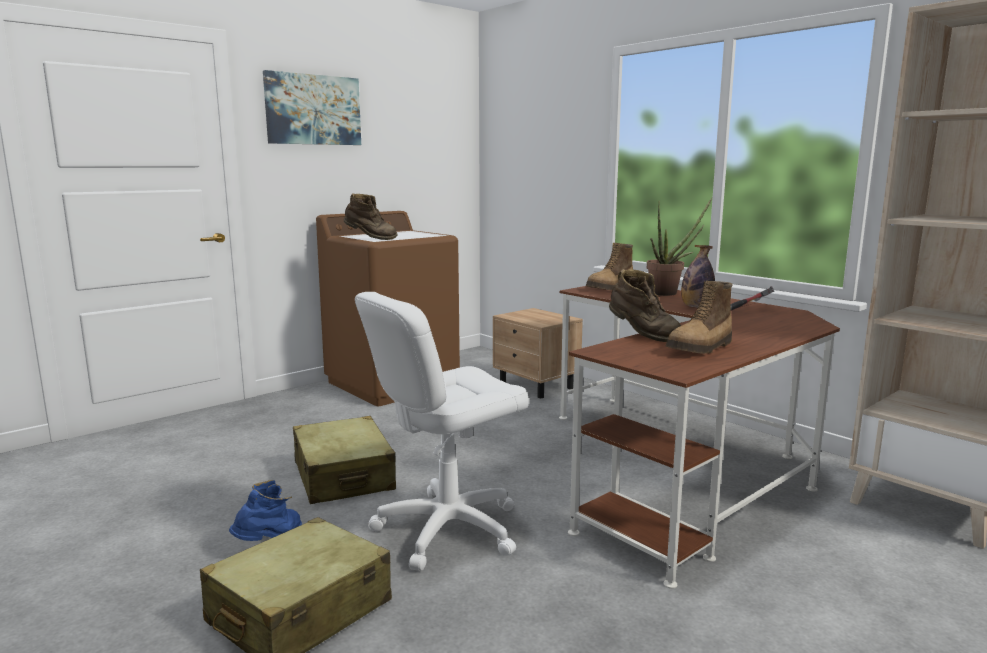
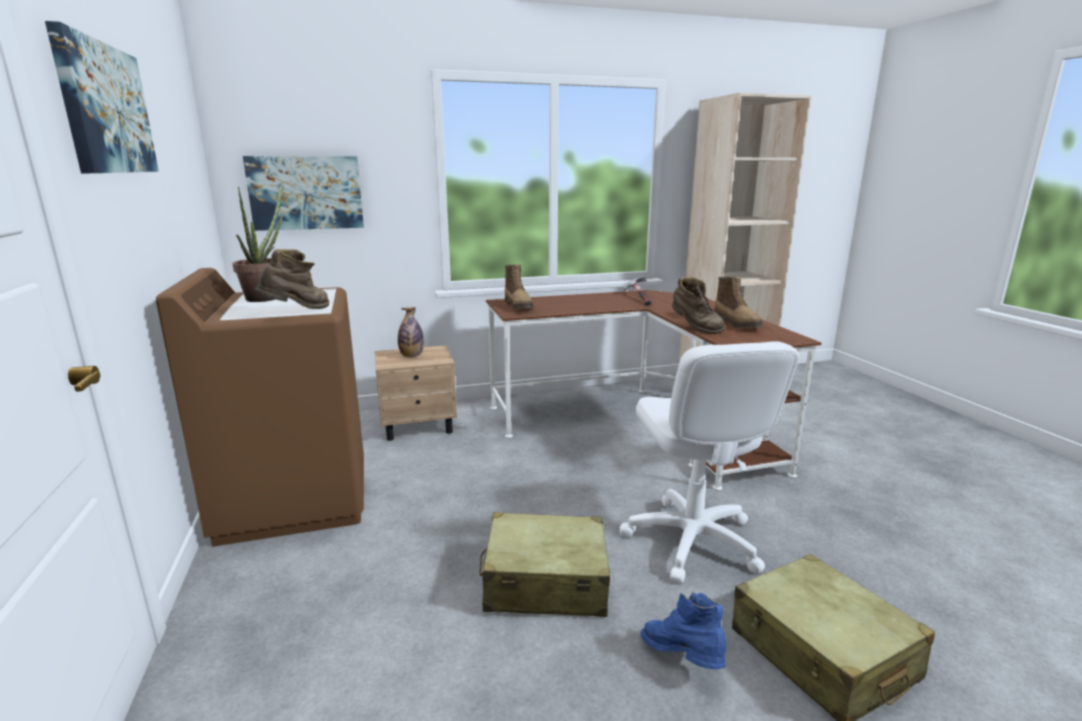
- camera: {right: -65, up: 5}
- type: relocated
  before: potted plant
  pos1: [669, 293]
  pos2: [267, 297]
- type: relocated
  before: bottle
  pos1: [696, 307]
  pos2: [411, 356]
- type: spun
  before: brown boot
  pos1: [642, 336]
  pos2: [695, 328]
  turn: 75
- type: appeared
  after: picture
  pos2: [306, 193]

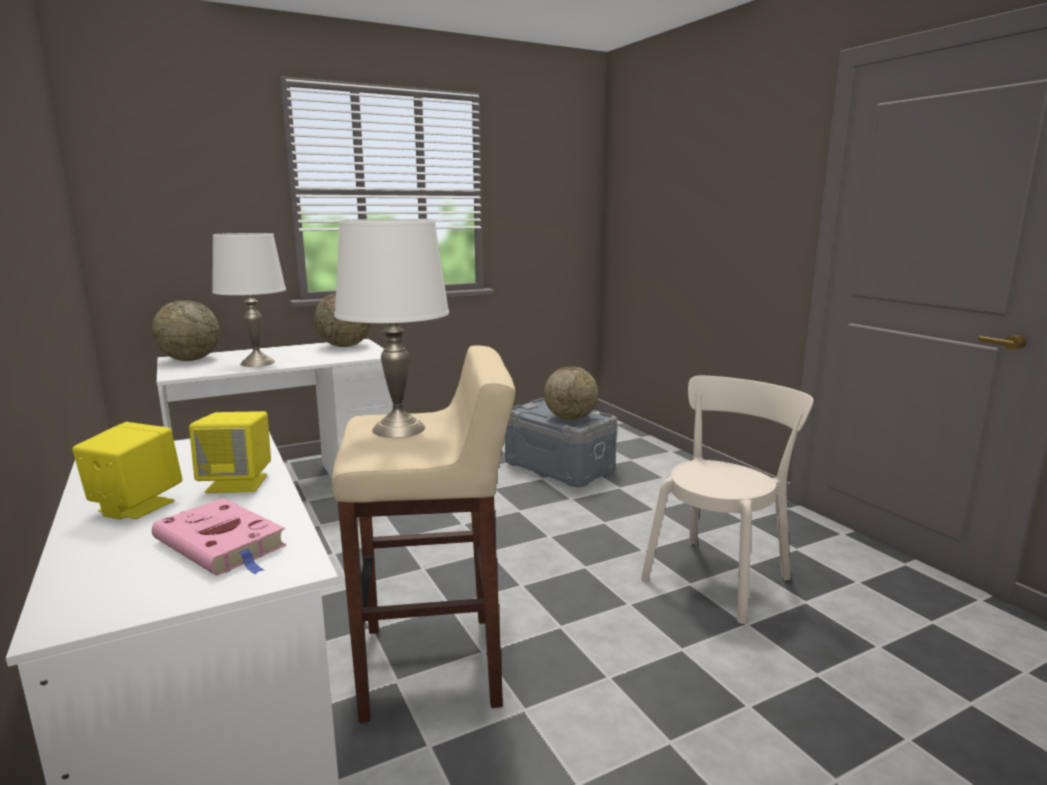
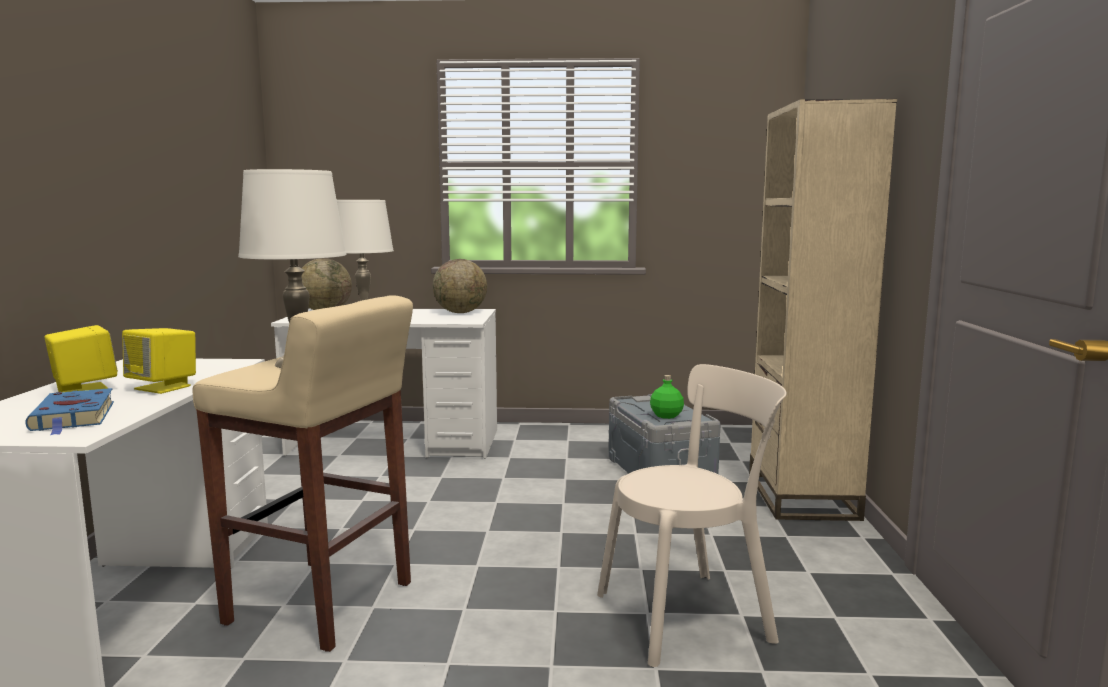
- camera: {right: 30, up: -5}
- type: exchanged
  before: globe
  after: green bottle
  pos1: [570, 418]
  pos2: [666, 416]
- type: colour
  before: pink book
  after: blue book
  pos1: [223, 544]
  pos2: [74, 417]
- type: appeared
  after: beige bookcase
  pos2: [801, 496]

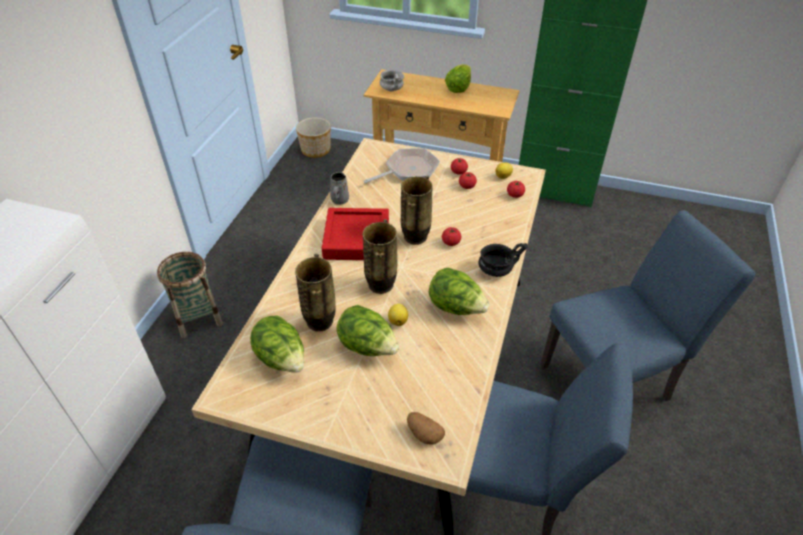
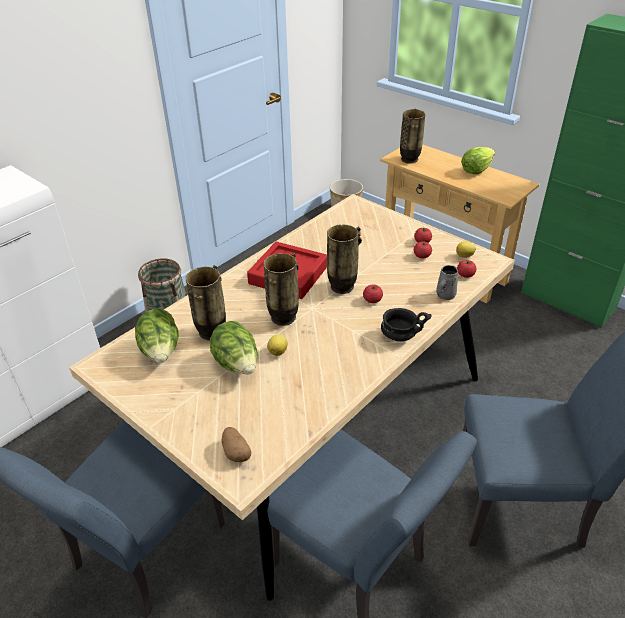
- camera: {right: 25, up: -5}
- type: exchanged
  before: grey bowl
  after: vase
  pos1: [392, 89]
  pos2: [409, 159]
- type: missing
  before: frying pan
  pos1: [408, 170]
- type: relocated
  before: grey mug
  pos1: [339, 200]
  pos2: [445, 295]
- type: missing
  before: lettuce
  pos1: [456, 307]

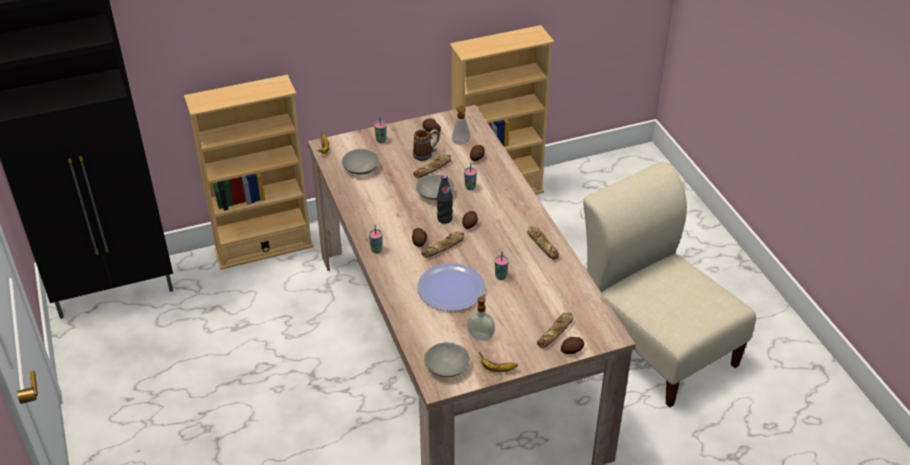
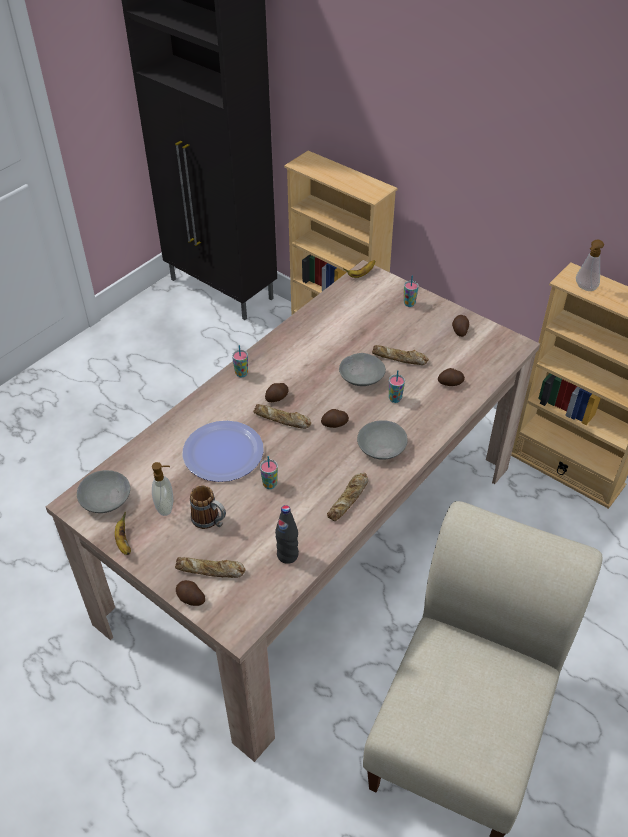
- camera: {right: 60, up: 5}
- type: relocated
  before: soap dispenser
  pos1: [461, 143]
  pos2: [584, 288]
- type: relocated
  before: mug
  pos1: [426, 154]
  pos2: [210, 521]
- type: relocated
  before: grey bowl
  pos1: [361, 168]
  pos2: [381, 448]
- type: relocated
  before: black bottle
  pos1: [444, 219]
  pos2: [287, 555]

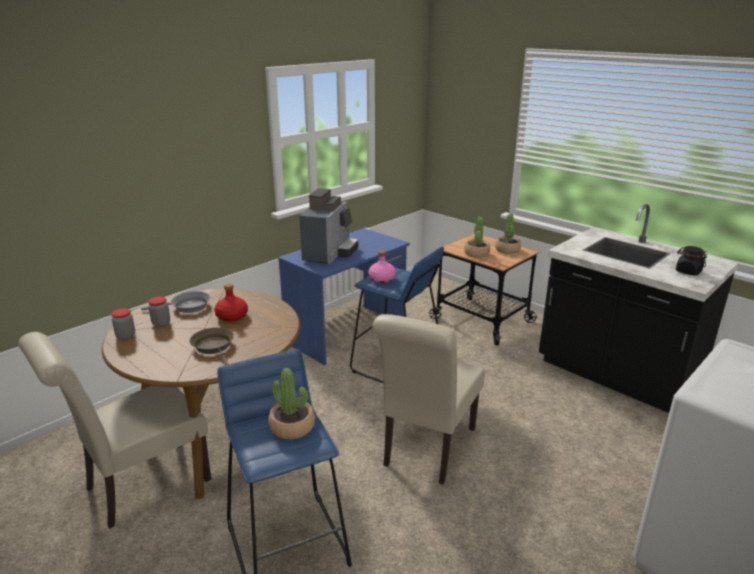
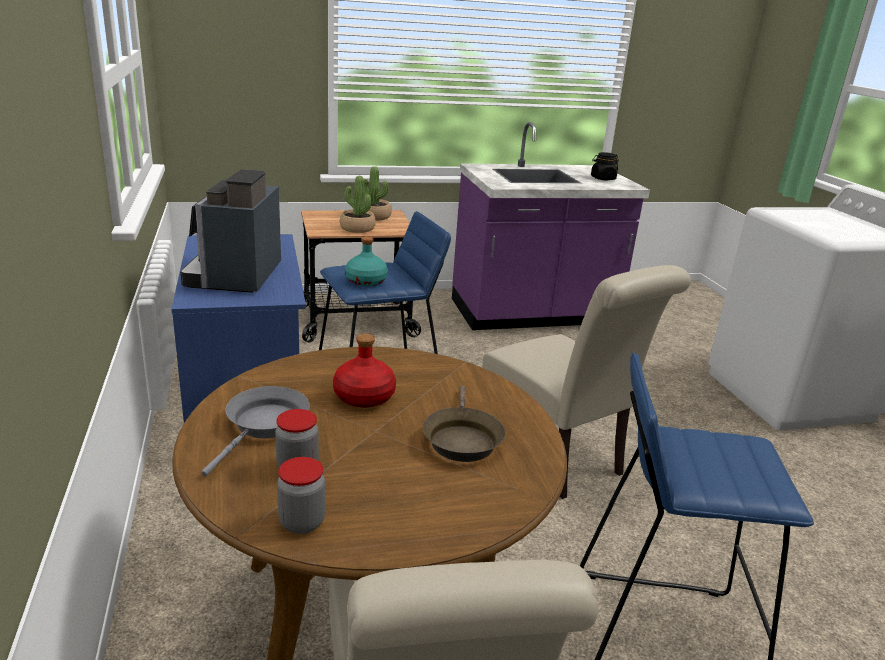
- camera: {right: -60, up: 0}
- type: spun
  before: coffee machine
  pos1: [330, 254]
  pos2: [236, 277]
  turn: -135
- type: colour
  before: black counter
  after: purple counter
  pos1: [616, 375]
  pos2: [533, 314]
- type: colour
  before: pink bottle
  after: turquoise bottle
  pos1: [381, 279]
  pos2: [366, 281]
- type: spun
  before: brown frying pan
  pos1: [214, 347]
  pos2: [461, 439]
  turn: -90
- type: missing
  before: potted plant
  pos1: [292, 427]

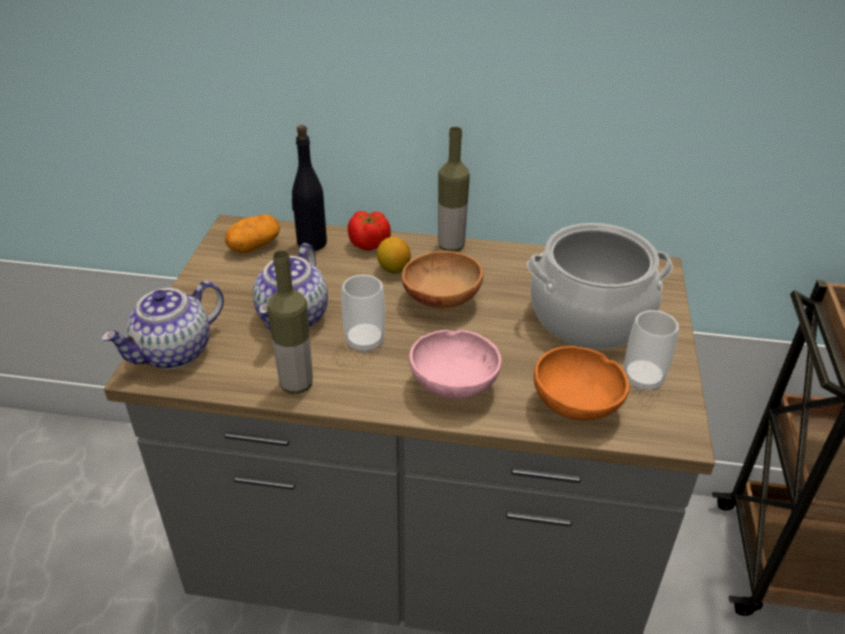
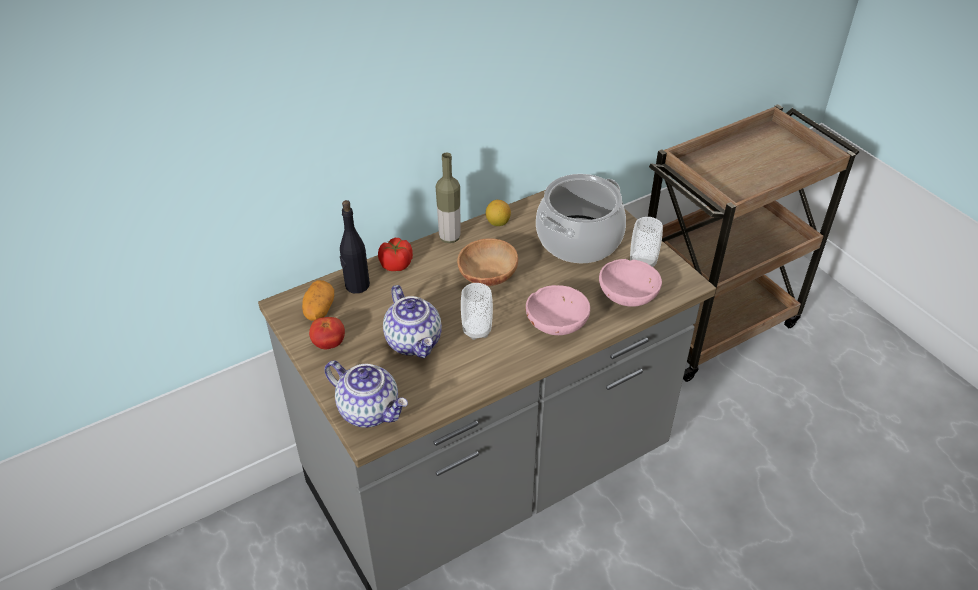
- camera: {right: -40, up: 5}
- type: relocated
  before: lemon
  pos1: [394, 269]
  pos2: [498, 223]
- type: missing
  before: bottle
  pos1: [296, 384]
- type: spun
  before: teapot
  pos1: [174, 353]
  pos2: [370, 410]
  turn: -60
- type: colour
  before: orange bowl
  after: pink bowl
  pos1: [578, 405]
  pos2: [628, 297]
- type: appeared
  after: tomato
  pos2: [329, 344]

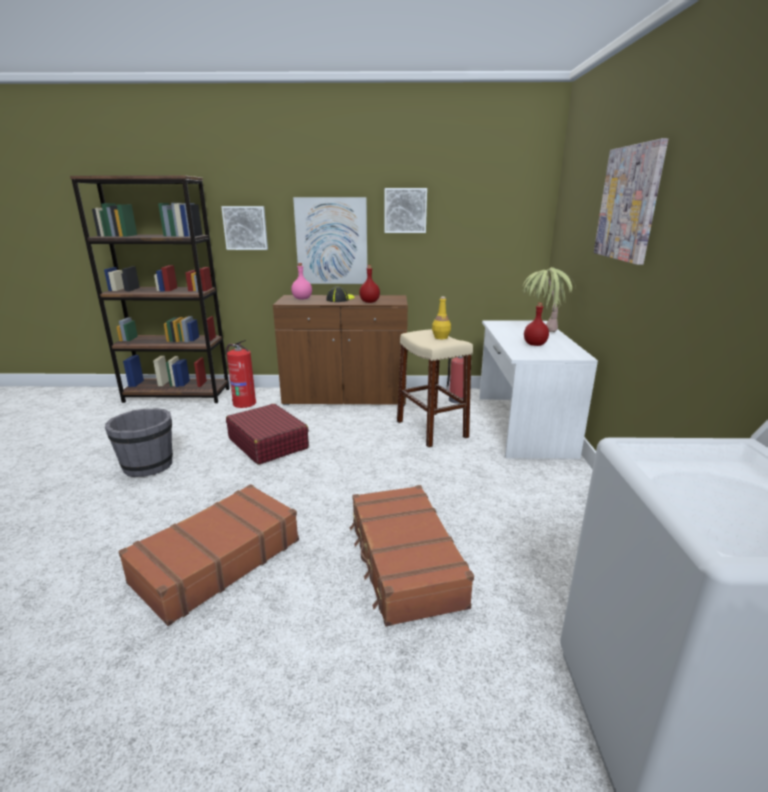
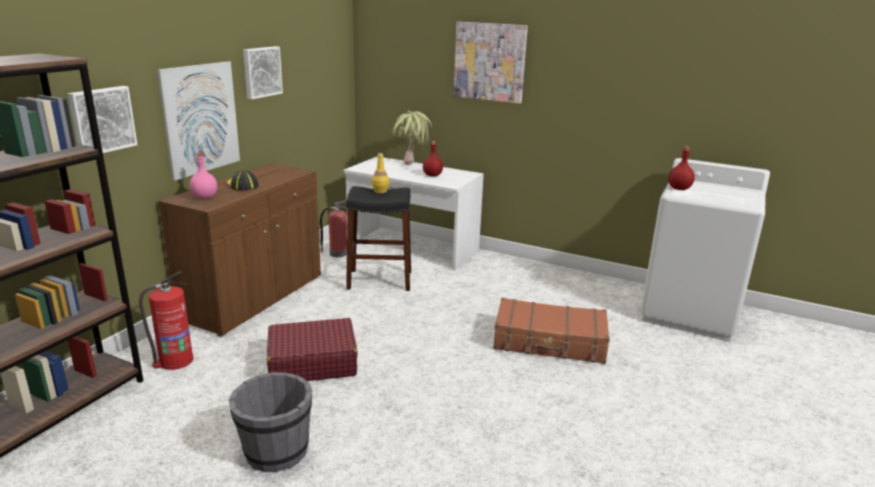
- camera: {right: -65, up: 0}
- type: relocated
  before: red bottle
  pos1: [369, 302]
  pos2: [678, 188]
- type: colour
  before: beige stool
  after: black stool
  pos1: [431, 429]
  pos2: [379, 280]
- type: missing
  before: brown suitcase
  pos1: [216, 561]

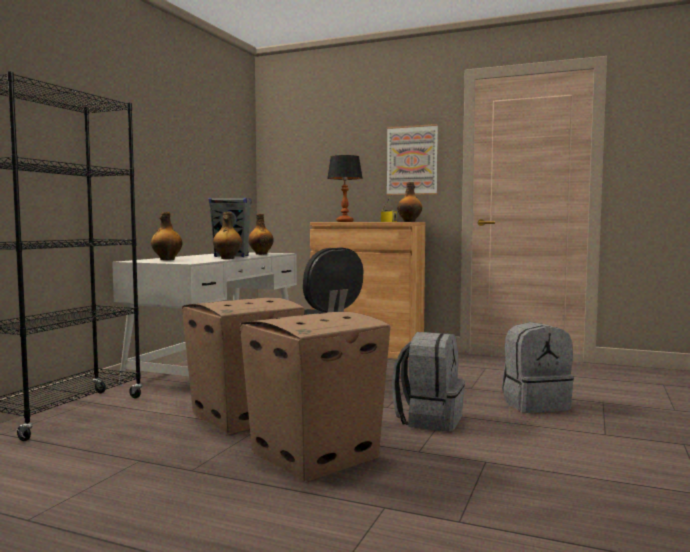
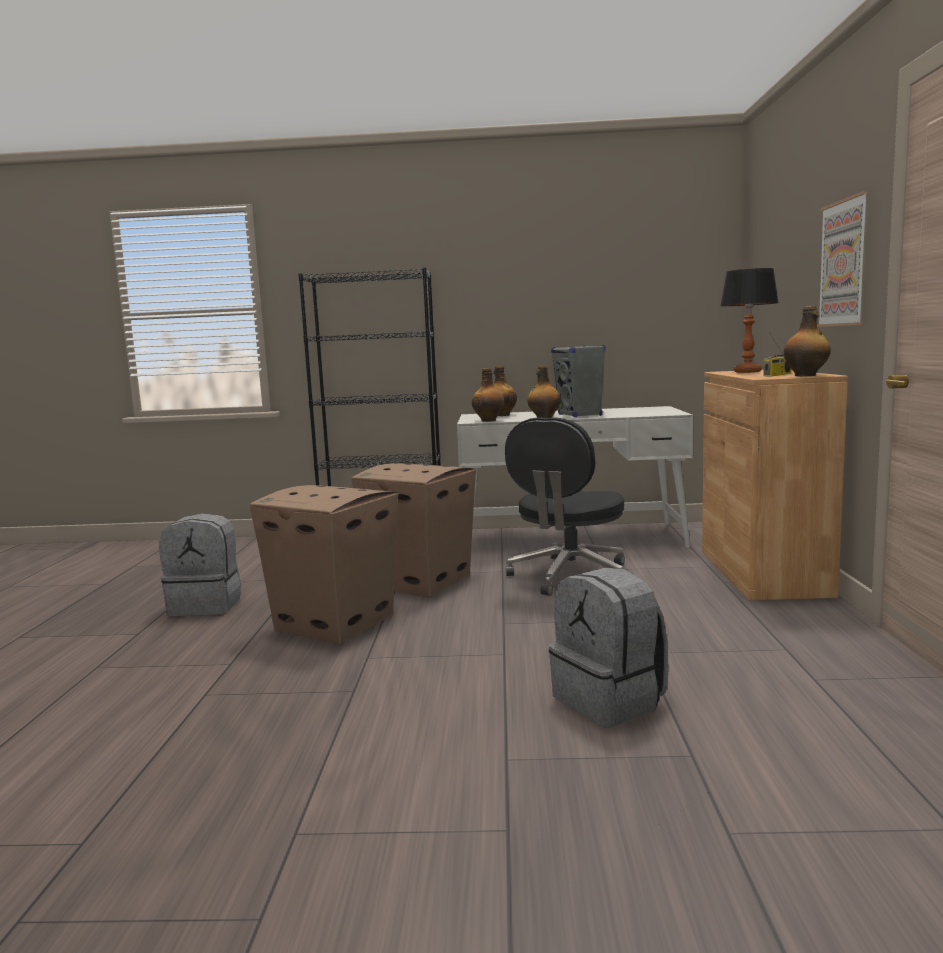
- camera: {right: 70, up: 5}
- type: relocated
  before: bottle
  pos1: [261, 254]
  pos2: [489, 420]
- type: relocated
  before: grey backpack
  pos1: [429, 420]
  pos2: [207, 605]

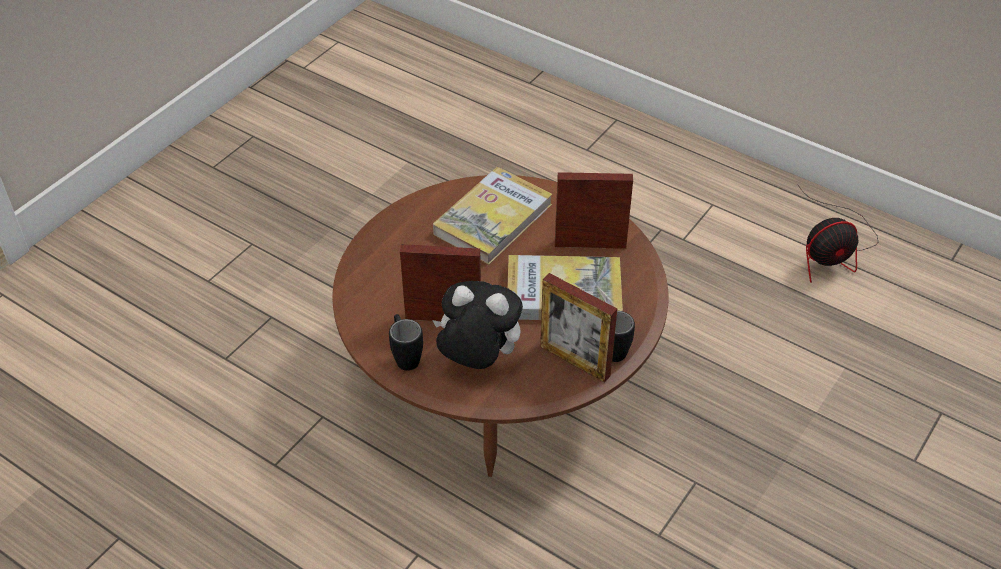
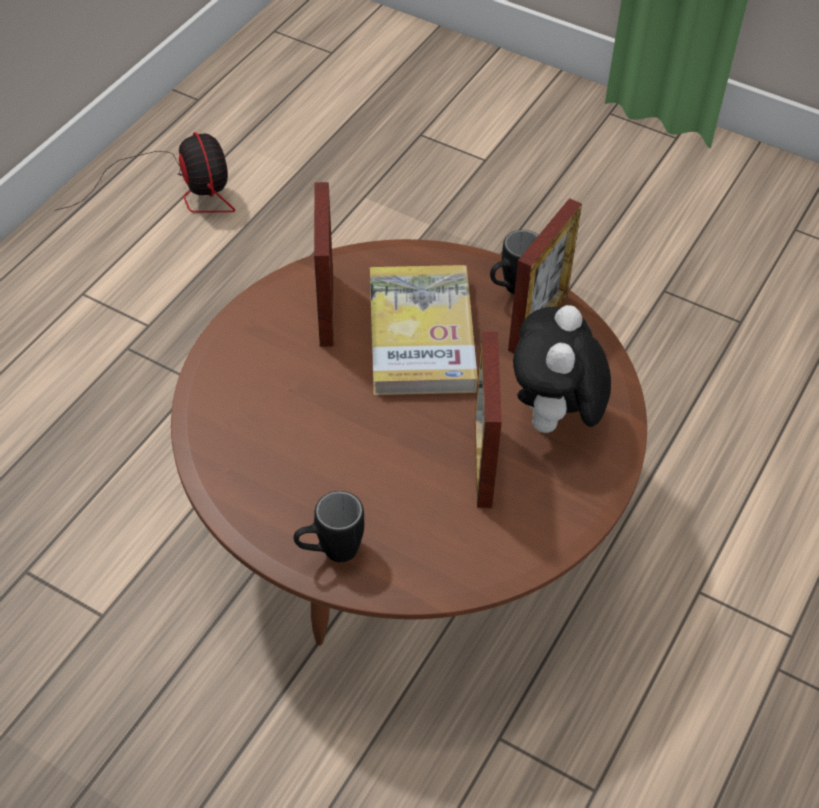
- camera: {right: -95, up: 5}
- type: missing
  before: book
  pos1: [493, 219]
- type: relocated
  before: black mug
  pos1: [405, 356]
  pos2: [330, 553]

